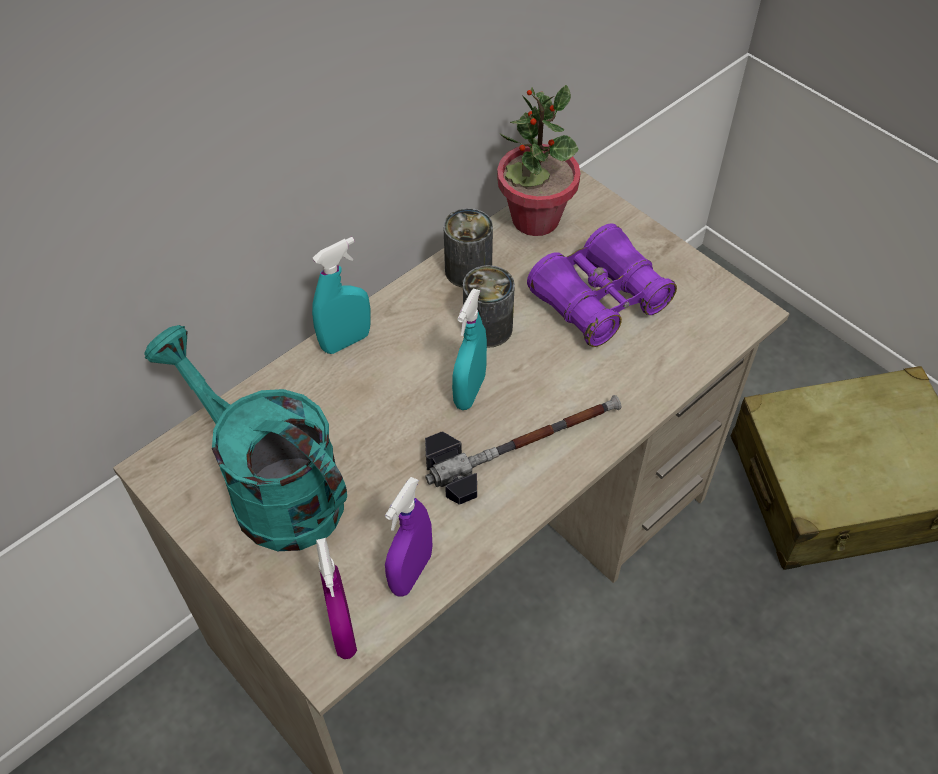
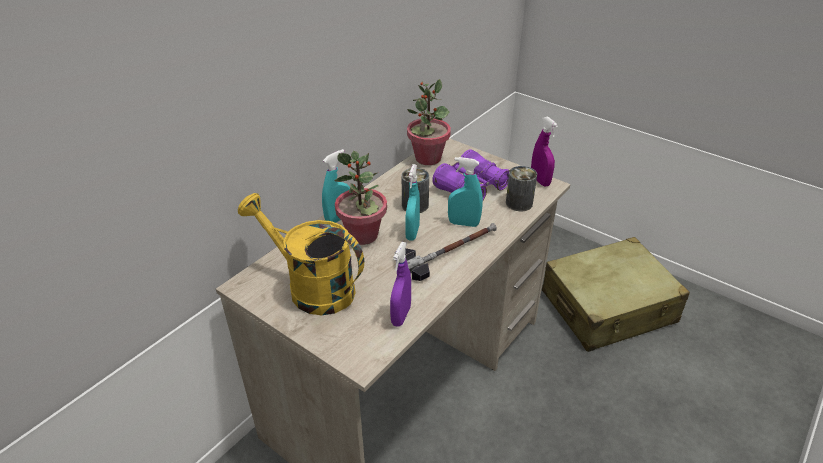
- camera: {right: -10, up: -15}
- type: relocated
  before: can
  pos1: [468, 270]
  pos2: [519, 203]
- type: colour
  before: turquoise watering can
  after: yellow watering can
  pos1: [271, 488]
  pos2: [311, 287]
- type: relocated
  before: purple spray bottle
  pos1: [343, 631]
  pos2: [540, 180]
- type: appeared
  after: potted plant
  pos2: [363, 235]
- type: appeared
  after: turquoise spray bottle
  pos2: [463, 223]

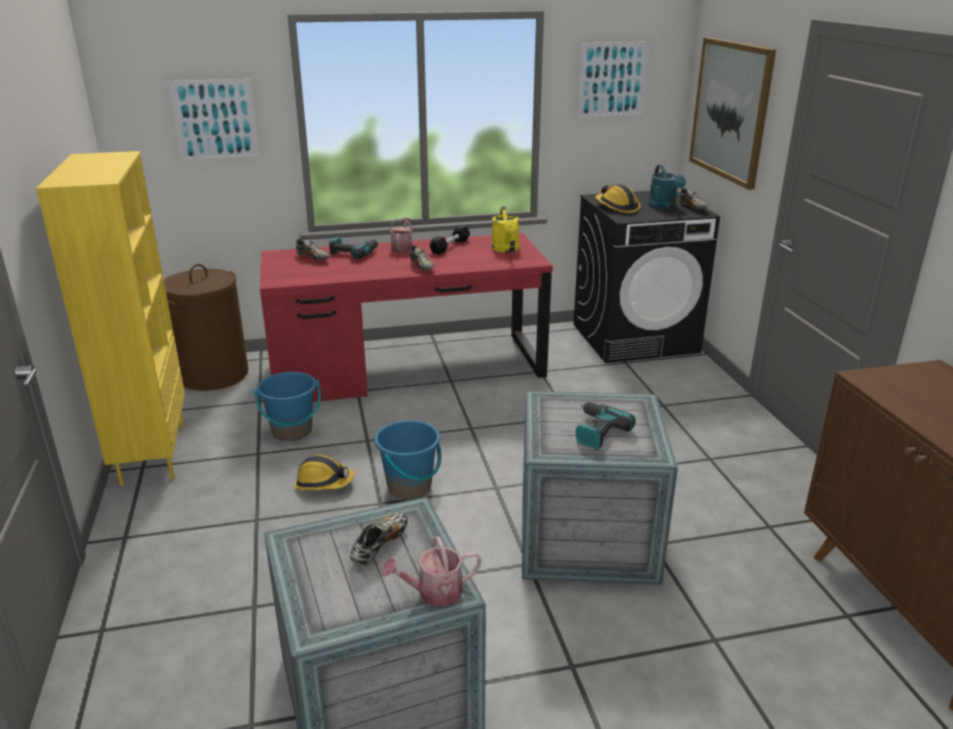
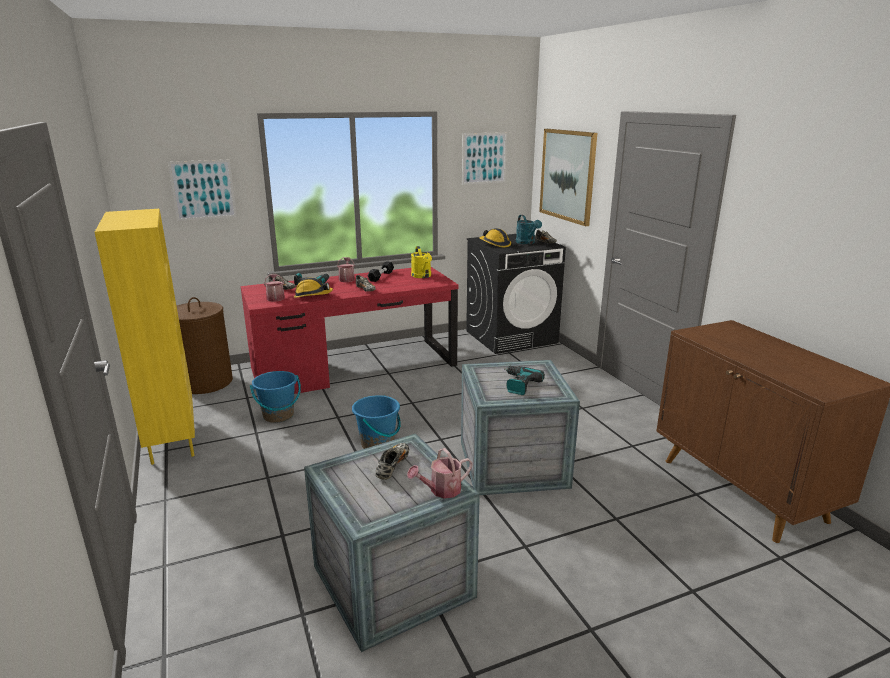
- camera: {right: -10, up: -5}
- type: relocated
  before: hard hat
  pos1: [324, 483]
  pos2: [313, 296]
- type: appeared
  after: watering can
  pos2: [275, 297]

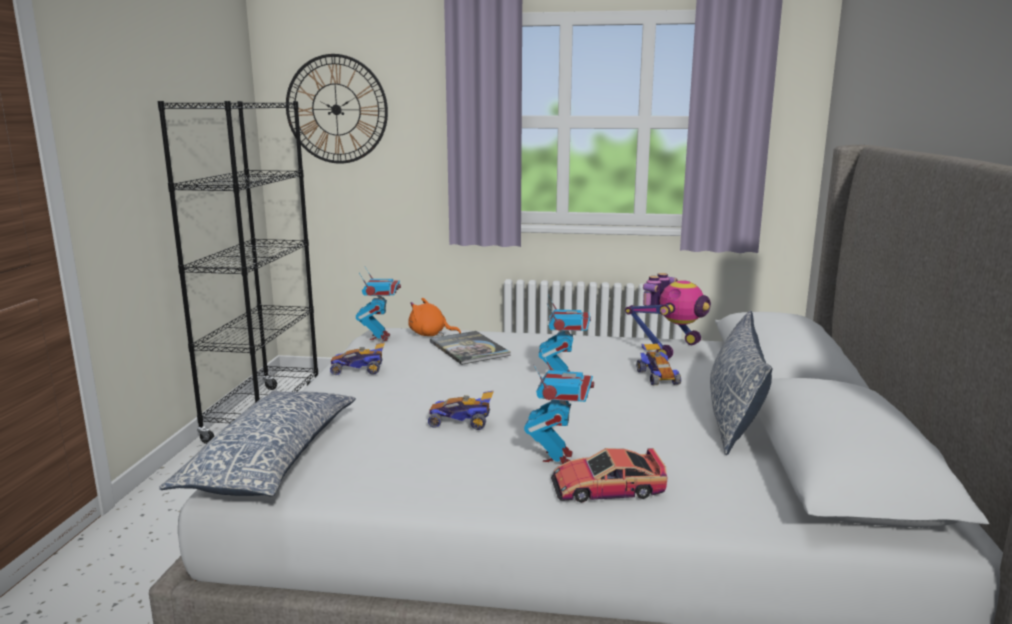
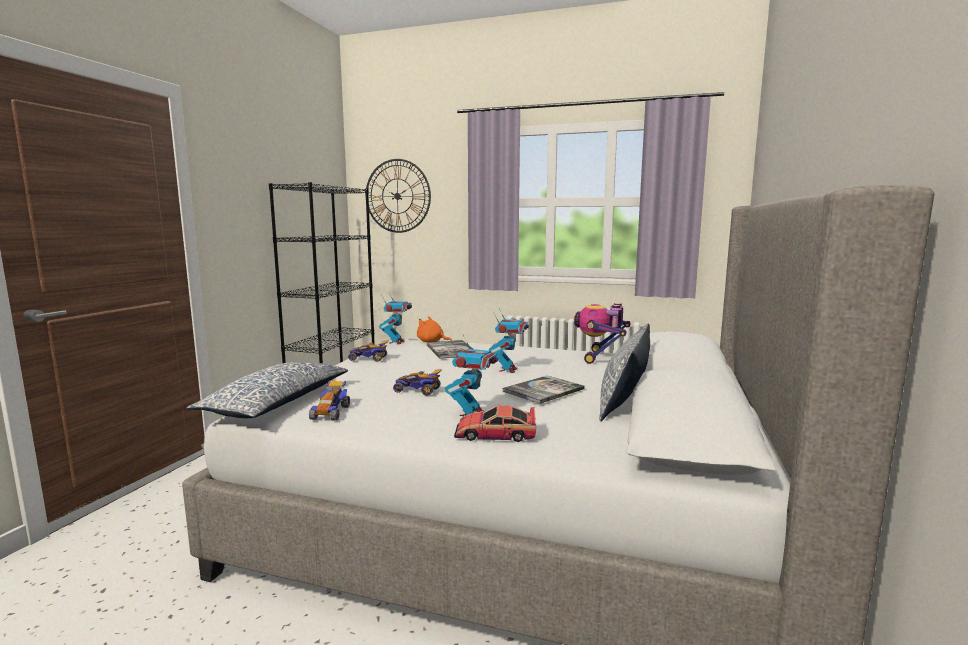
- camera: {right: 10, up: -5}
- type: spun
  before: toy robot
  pos1: [669, 349]
  pos2: [600, 358]
  turn: 150
- type: relocated
  before: toy car
  pos1: [657, 377]
  pos2: [330, 412]
- type: appeared
  after: book
  pos2: [543, 390]

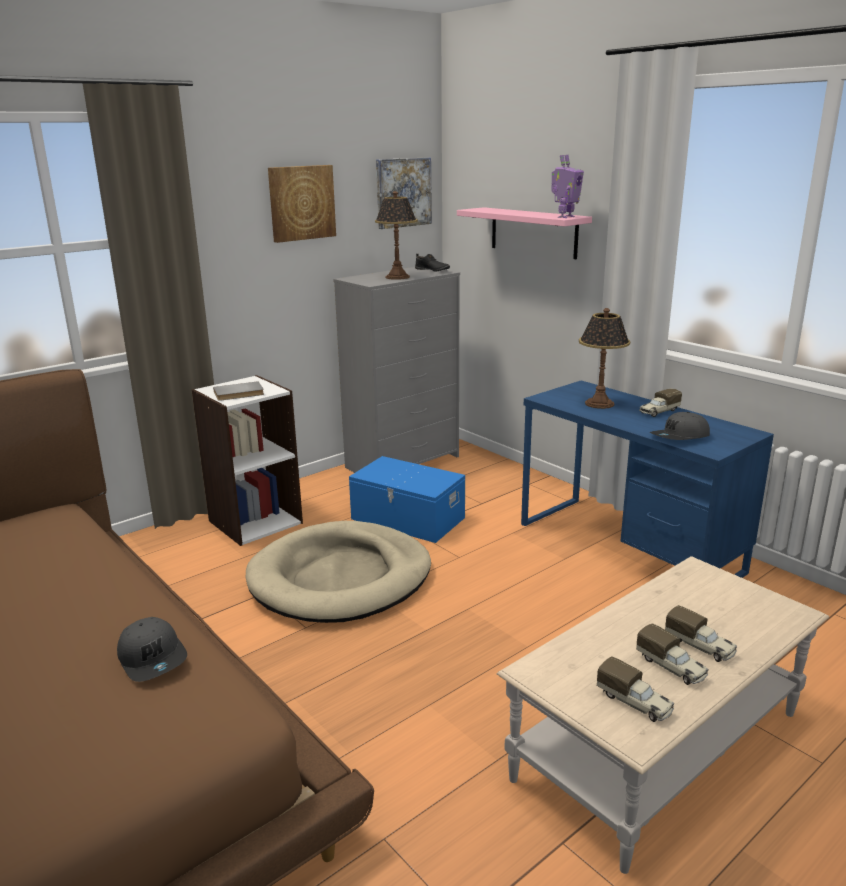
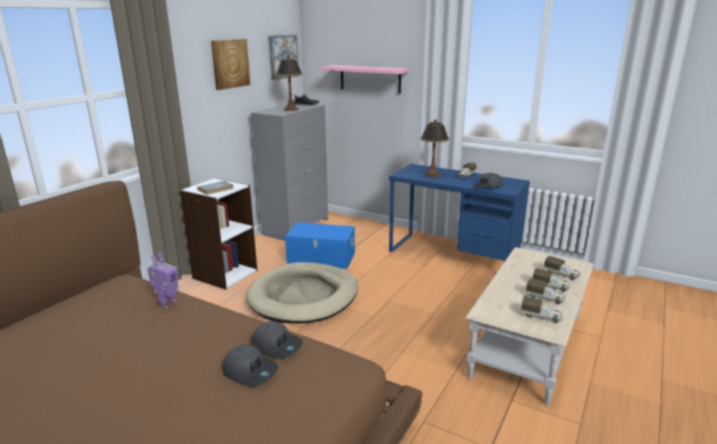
- camera: {right: -20, up: 0}
- type: relocated
  before: toy robot
  pos1: [565, 217]
  pos2: [167, 304]
- type: appeared
  after: toy truck
  pos2: [561, 274]
- type: appeared
  after: grey cap
  pos2: [250, 371]

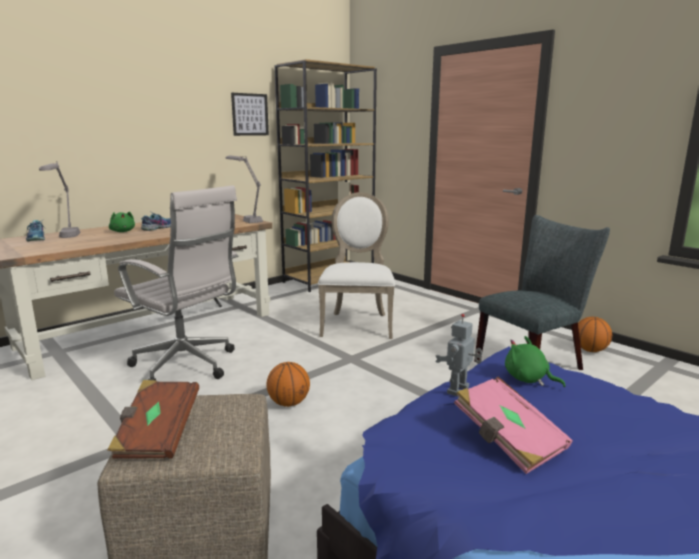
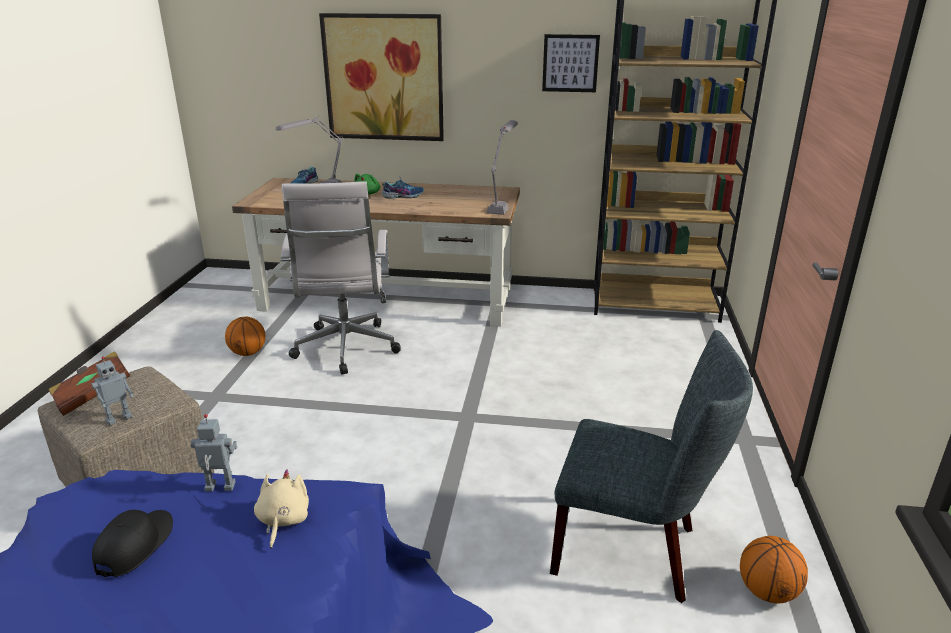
- camera: {right: 50, up: 10}
- type: missing
  before: white chair
  pos1: [357, 324]
- type: colour
  before: green plush toy
  after: beige plush toy
  pos1: [528, 379]
  pos2: [283, 521]
- type: relocated
  before: basketball
  pos1: [289, 403]
  pos2: [248, 353]
- type: exchanged
  before: pink book
  after: black cap
  pos1: [508, 440]
  pos2: [135, 545]
- type: appeared
  after: picture
  pos2: [384, 78]
- type: appeared
  after: toy robot
  pos2: [118, 418]

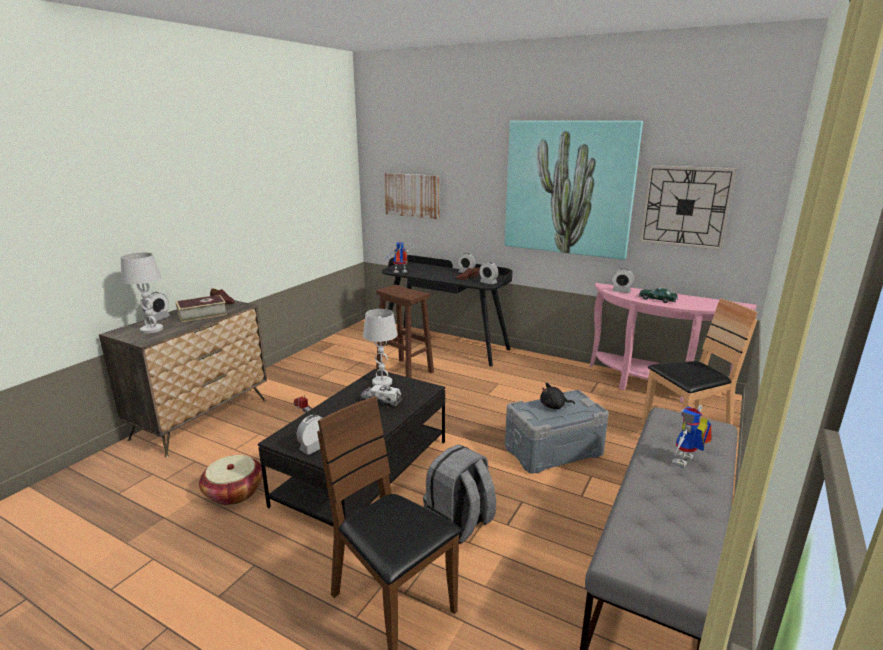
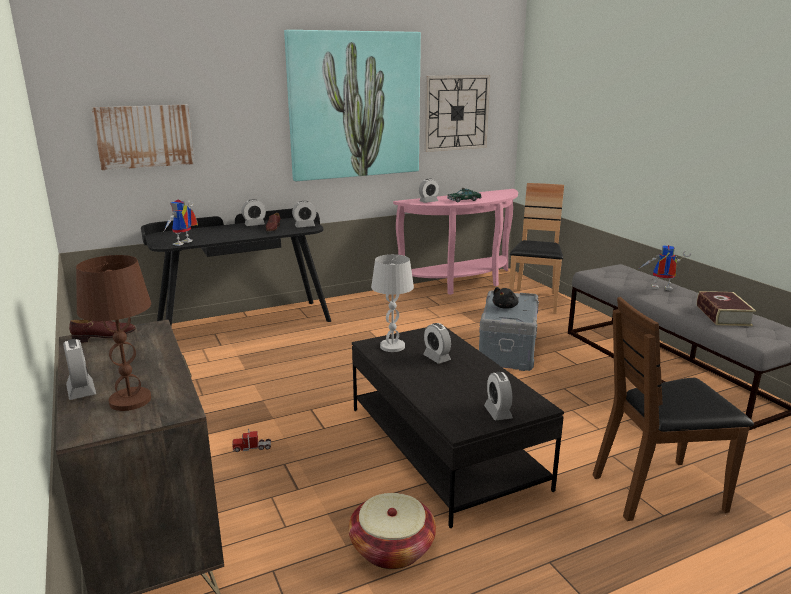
- camera: {right: -55, up: 0}
- type: colour
  before: white table lamp
  after: brown table lamp
  pos1: [152, 329]
  pos2: [130, 400]
- type: missing
  before: brown stool
  pos1: [404, 371]
- type: relocated
  before: book
  pos1: [202, 314]
  pos2: [723, 315]
- type: exchanged
  before: toy truck
  after: alarm clock
  pos1: [381, 402]
  pos2: [436, 358]
- type: spun
  before: toy robot
  pos1: [686, 463]
  pos2: [659, 289]
  turn: 120
- type: missing
  before: grey backpack
  pos1: [459, 525]

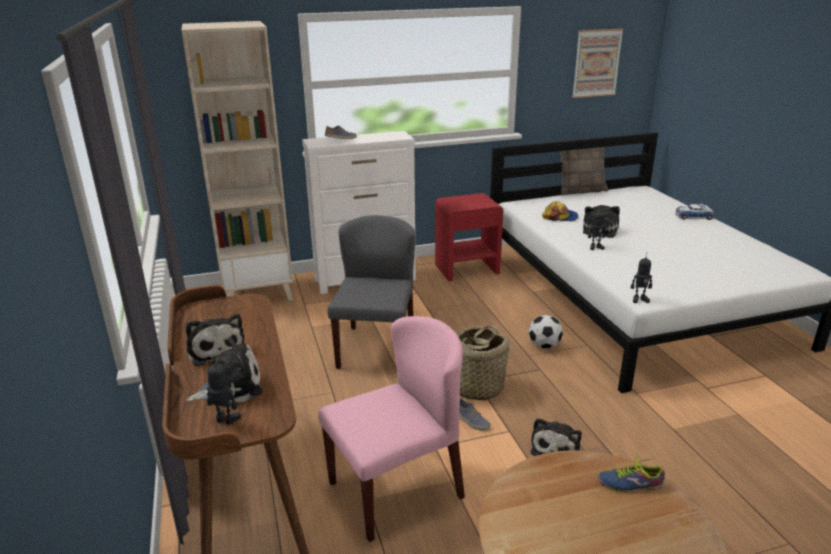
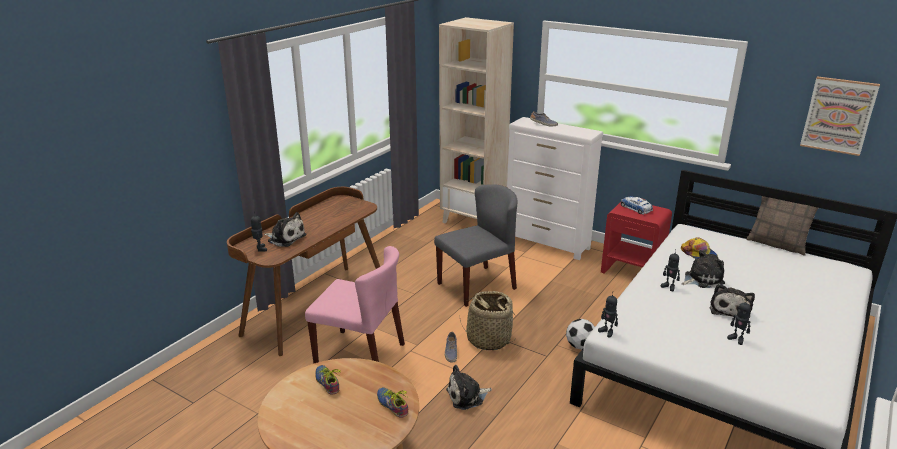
- camera: {right: 50, up: 0}
- type: relocated
  before: toy car
  pos1: [694, 216]
  pos2: [636, 208]
- type: relocated
  before: plush toy
  pos1: [216, 349]
  pos2: [729, 309]
- type: appeared
  after: toy robot
  pos2: [737, 339]
- type: appeared
  after: shoe
  pos2: [328, 381]

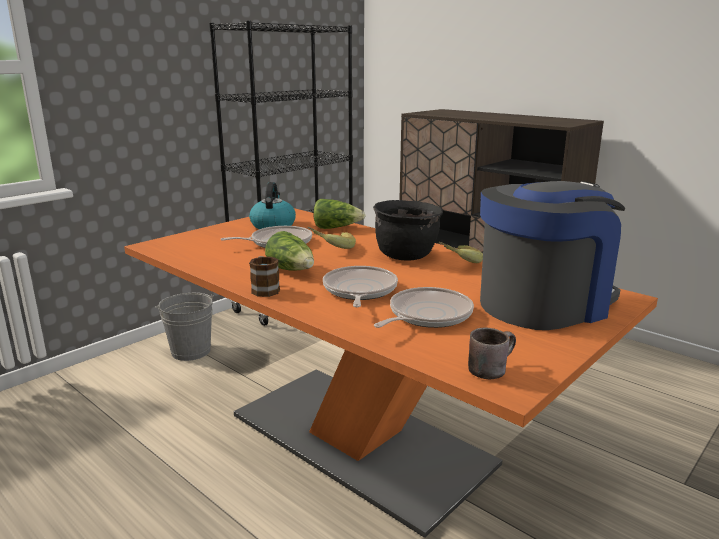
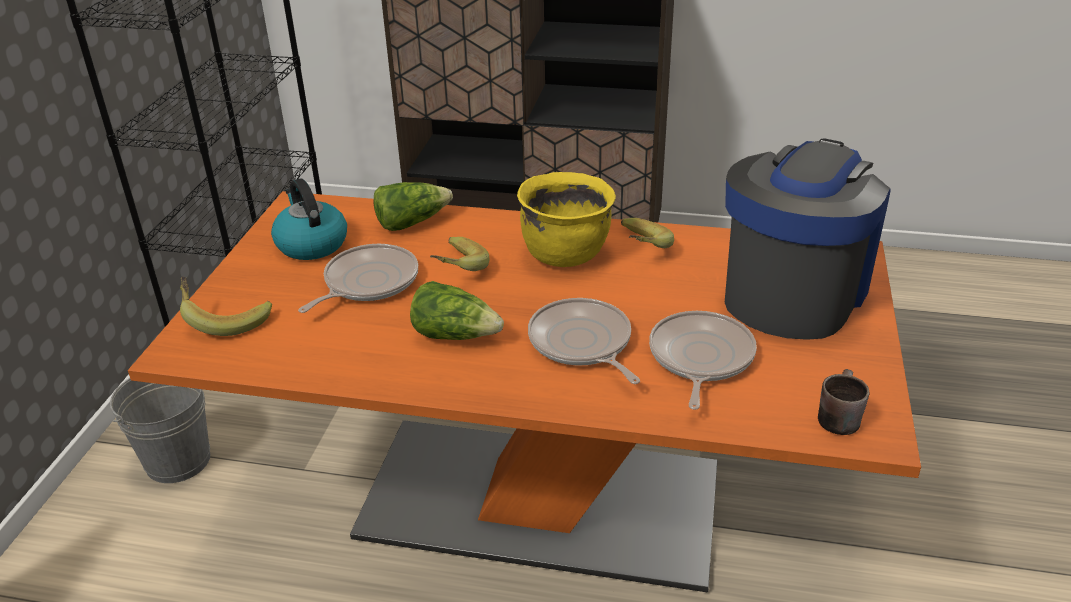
- camera: {right: -30, up: 15}
- type: colour
  before: black cooking pot
  after: yellow cooking pot
  pos1: [406, 255]
  pos2: [565, 254]
- type: missing
  before: mug
  pos1: [264, 289]
- type: appeared
  after: banana
  pos2: [225, 319]

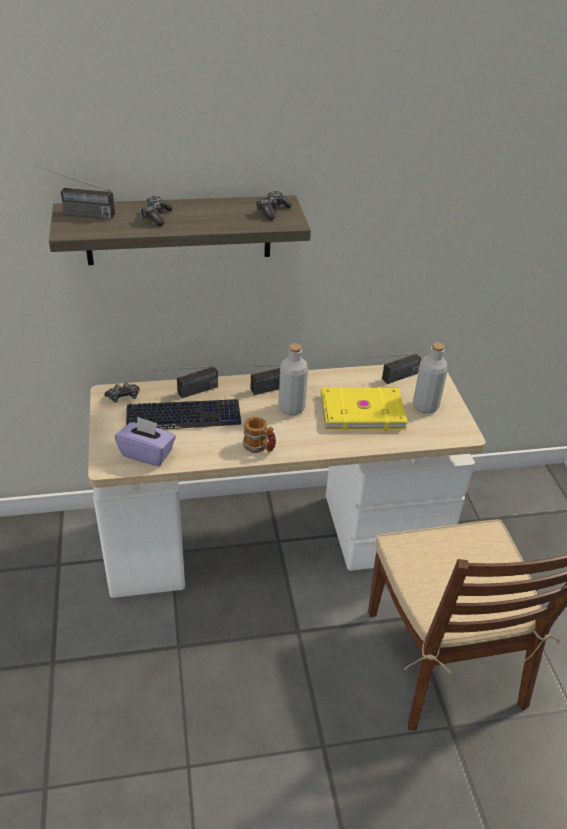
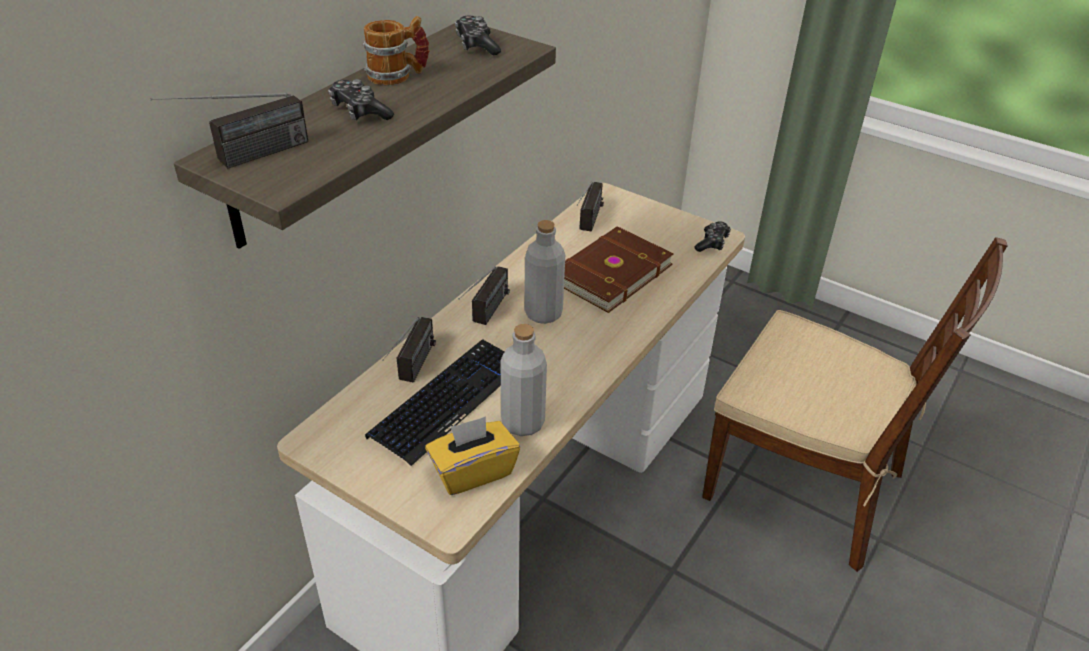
- camera: {right: -45, up: 0}
- type: relocated
  before: grey bottle
  pos1: [425, 406]
  pos2: [523, 422]
- type: relocated
  before: game controller
  pos1: [123, 397]
  pos2: [712, 243]
- type: colour
  before: yellow book
  after: brown book
  pos1: [361, 411]
  pos2: [609, 272]
- type: colour
  before: purple tissue box
  after: yellow tissue box
  pos1: [147, 453]
  pos2: [472, 471]
- type: relocated
  before: mug
  pos1: [259, 447]
  pos2: [398, 76]

